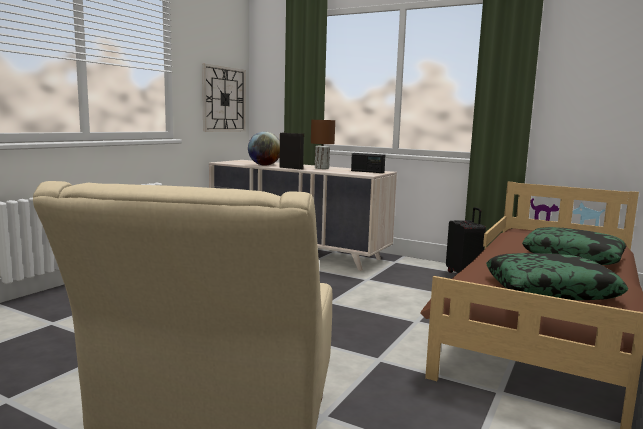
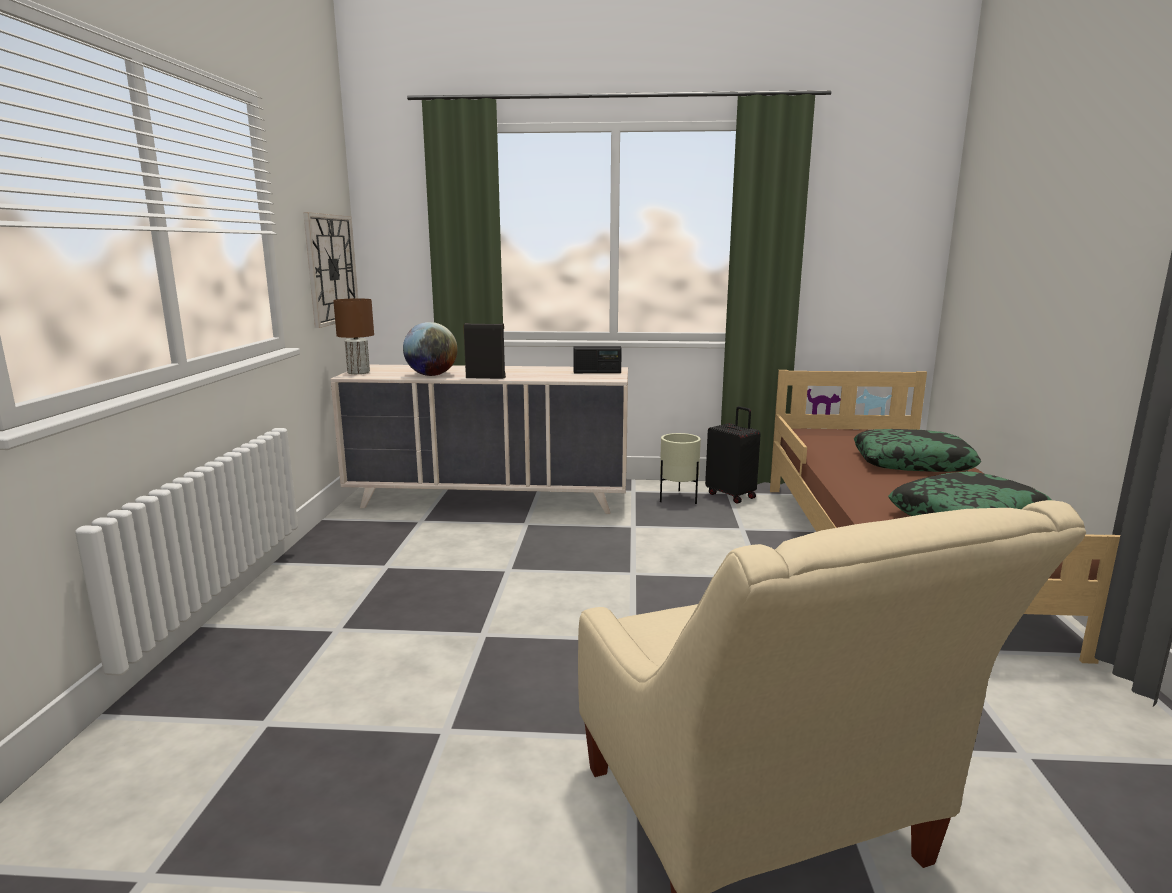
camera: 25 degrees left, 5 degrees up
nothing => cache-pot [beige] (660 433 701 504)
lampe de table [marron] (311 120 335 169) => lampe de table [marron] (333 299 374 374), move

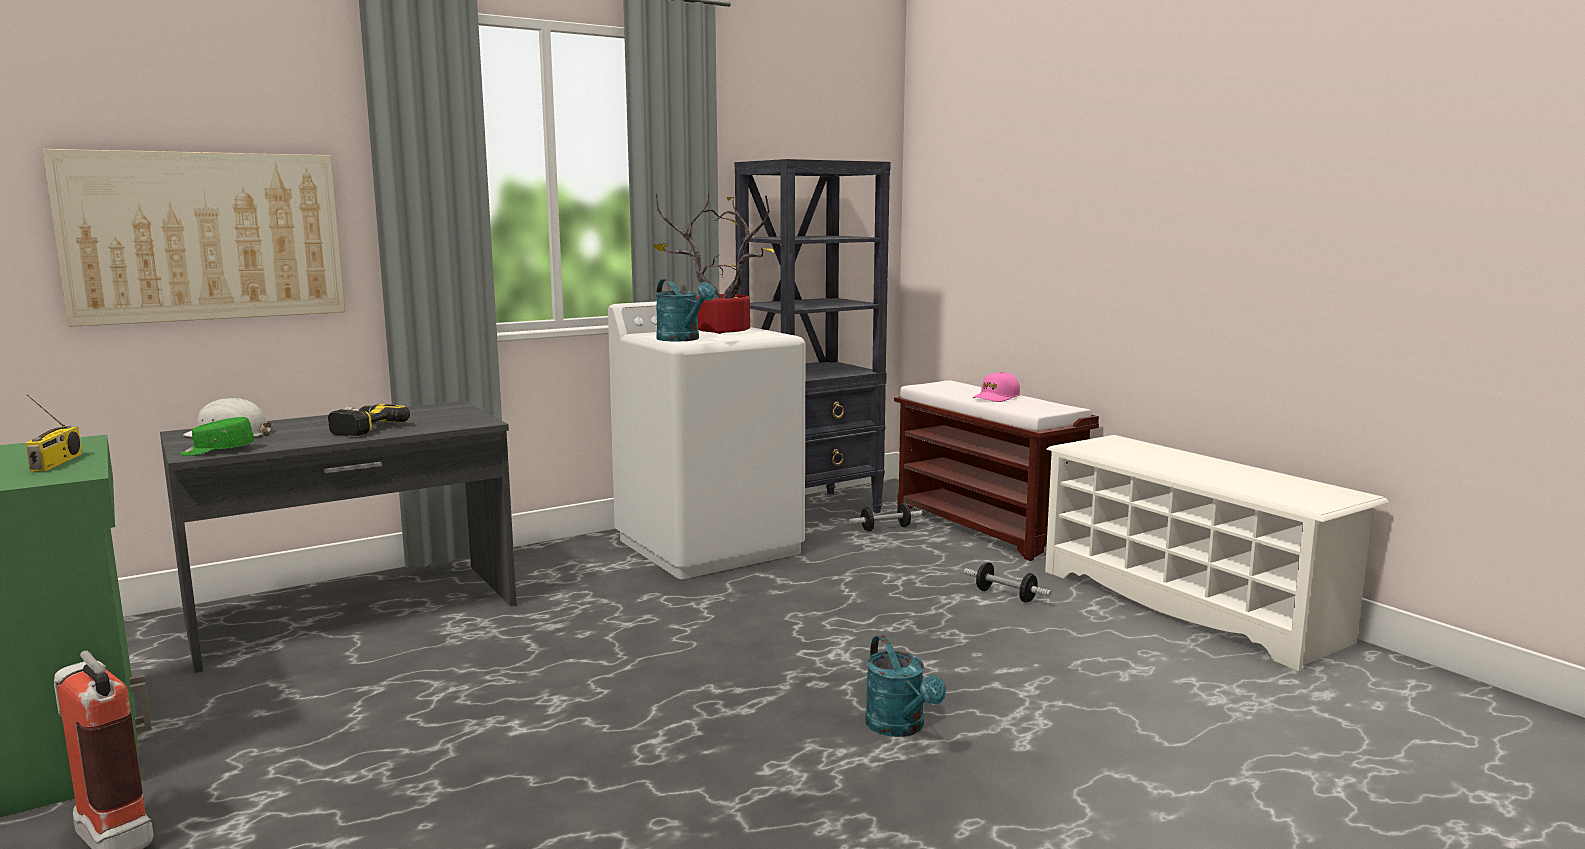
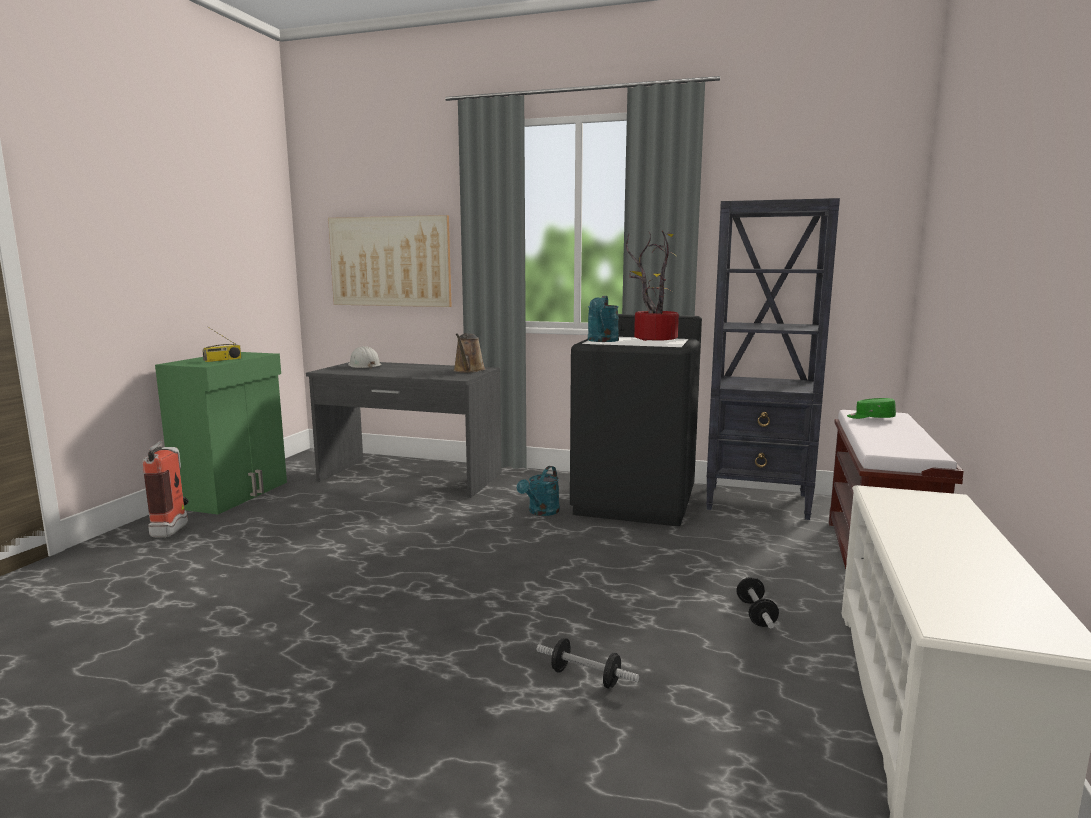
camera: 50 degrees right, 0 degrees up
perceuse (328 404 410 436) => nothing
casquette [rose] (973 372 1020 402) => nothing
nothing => arrosoir [marron] (453 333 486 373)
casquette [vert] (180 417 254 456) => casquette [vert] (847 398 896 419), move
haltère (849 503 922 532) => haltère (537 638 639 688), move
arrosoir [turquoise] (865 635 946 737) => arrosoir [turquoise] (517 466 560 516), move
lave-linge [blanc] (608 301 805 579) => lave-linge [noir] (570 314 702 526)

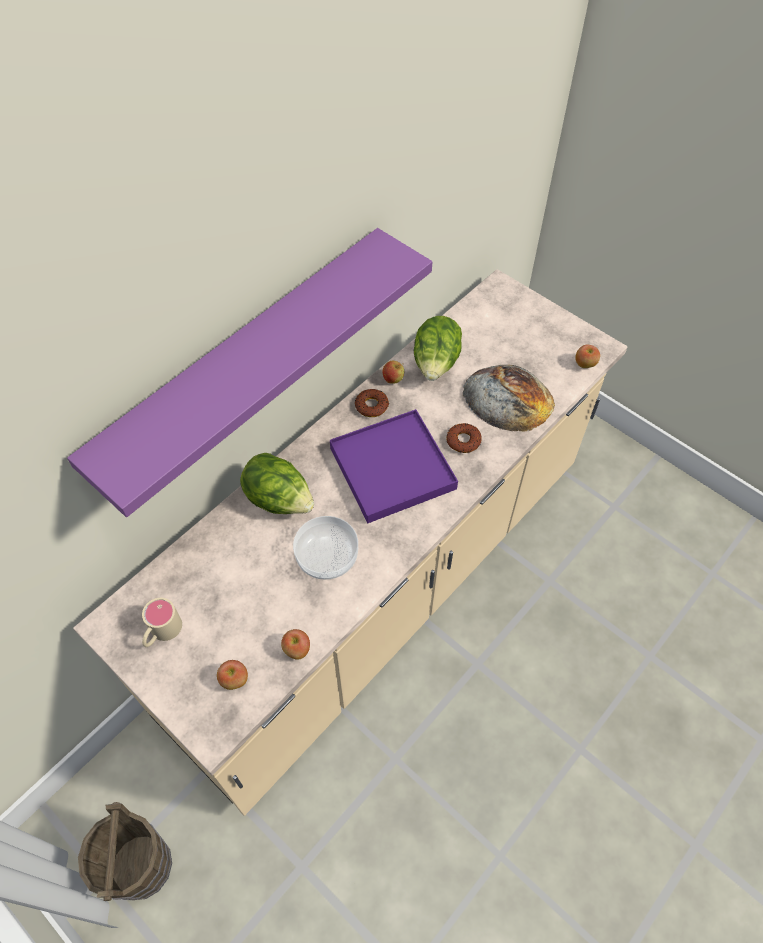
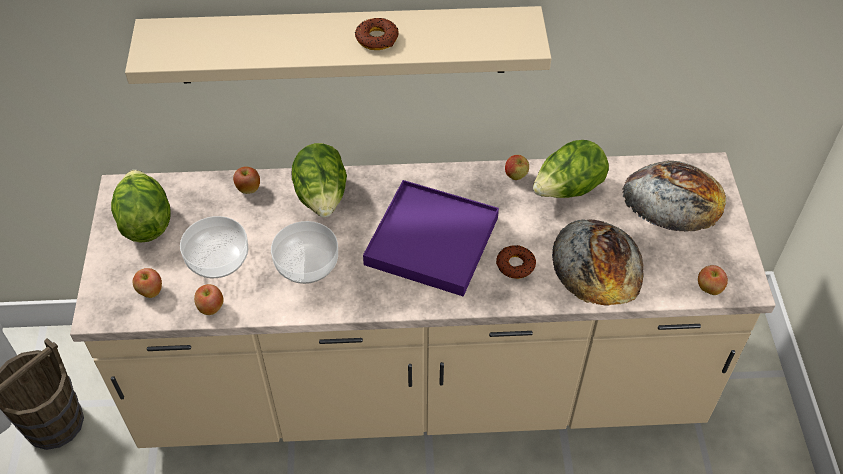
camera: 45 degrees right, 5 degrees down
nothing => bol (180 216 248 278)
nothing => pomme (233 166 260 194)
nothing => pain (622 161 726 232)
beignet (355 389 389 417) => beignet (355 18 399 50), move
mug [beige] (142 598 182 647) => laitue (111 170 171 242)
étagère [violet] (67 228 432 517) => étagère [beige] (125 6 551 84)

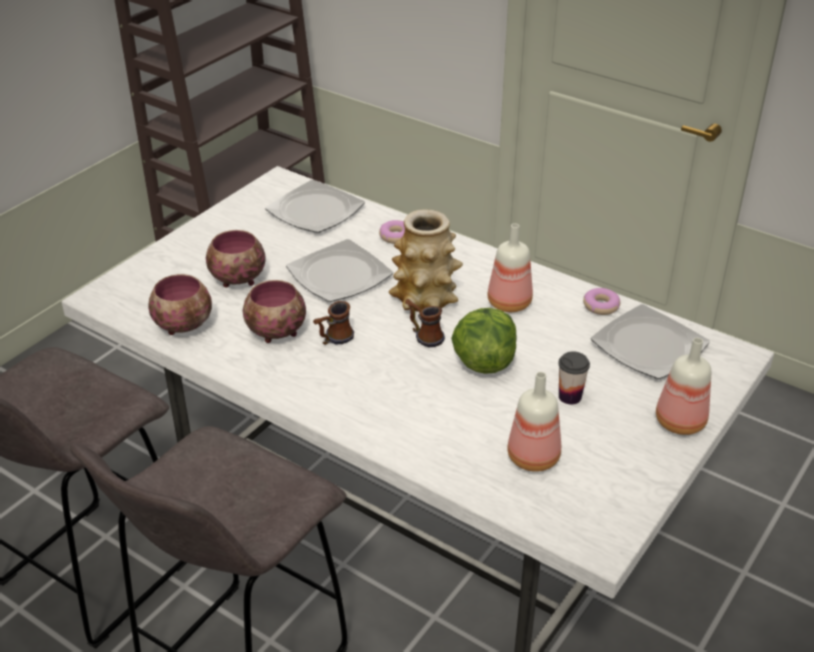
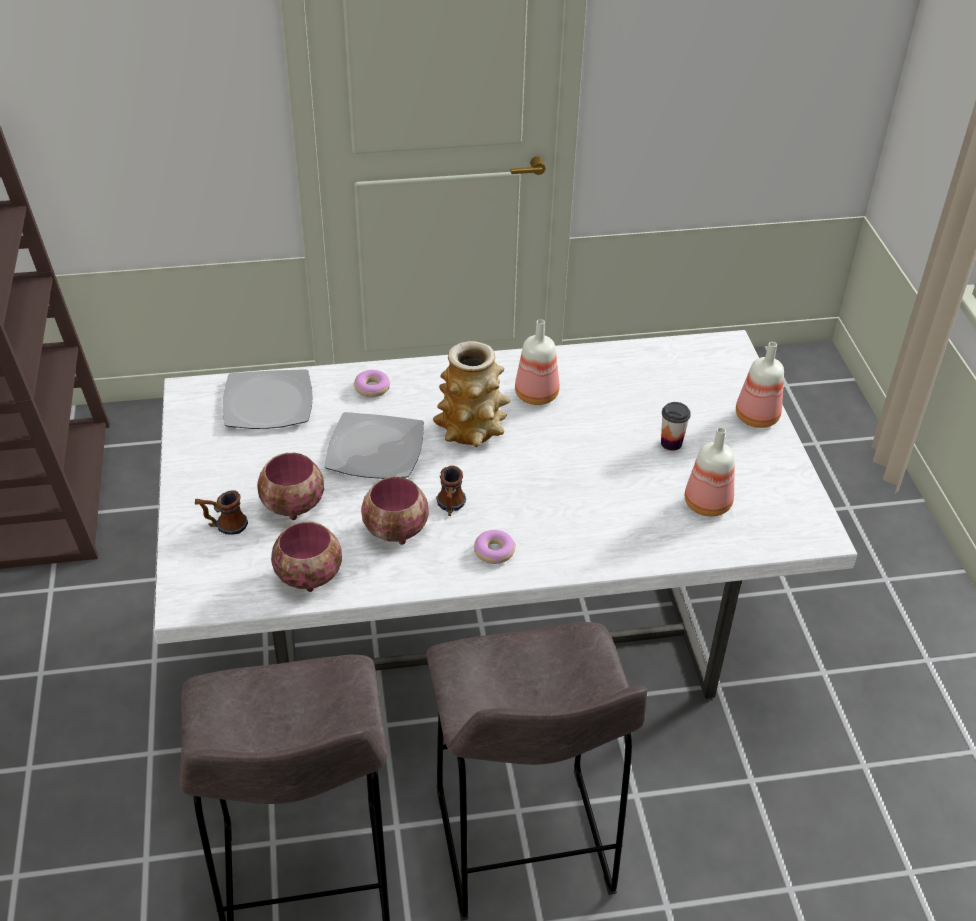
camera: 45 degrees left, 5 degrees up
laitue (451 308 517 374) => nothing
assiette (591 304 710 379) => nothing
mug (405 299 445 347) => mug (195 490 248 535), move
beignet (583 288 620 315) => beignet (474 530 515 564), move

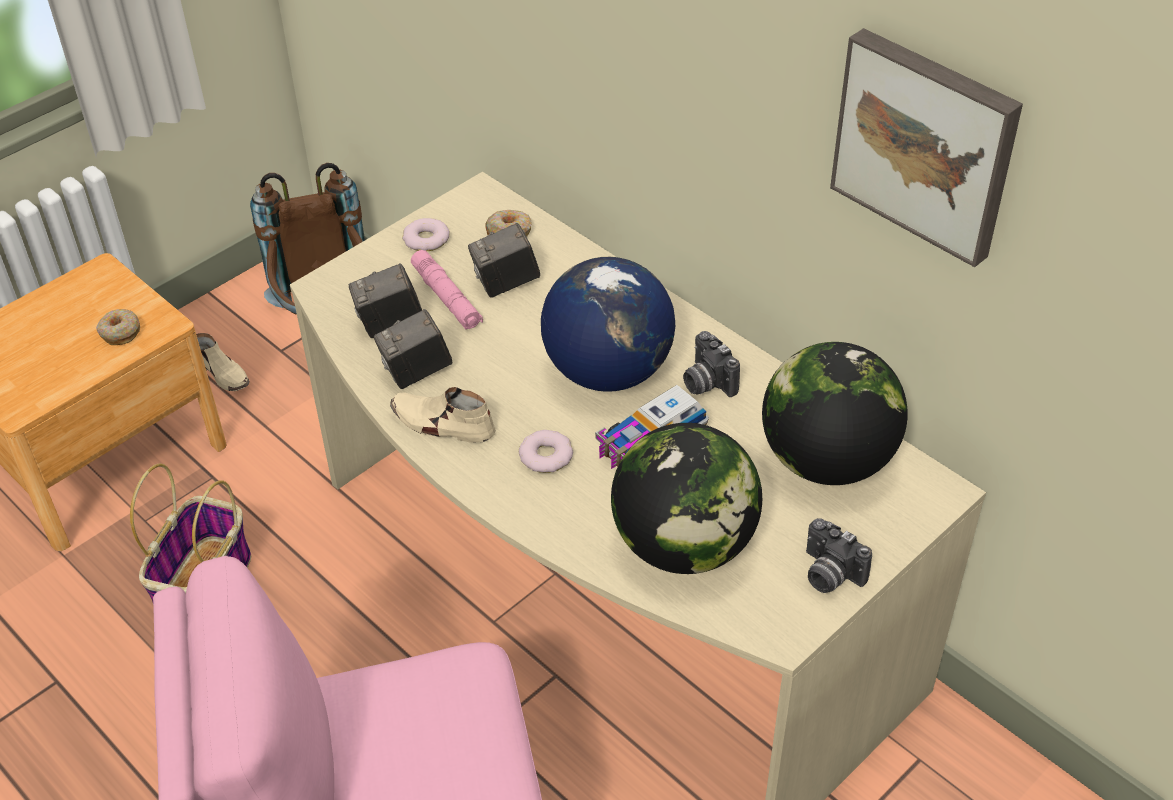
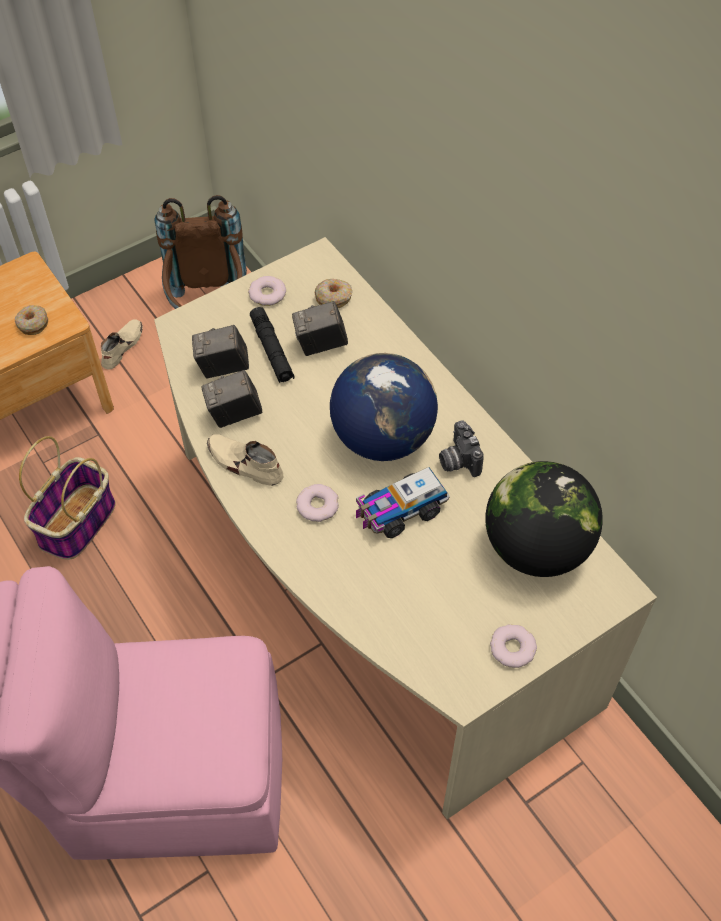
camera: 10 degrees right, 10 degrees up
globe (611 423 762 574) => nothing
tableau (830 28 1023 267) => nothing
appareil photo (806 518 872 593) => beignet (490 624 537 668)
lampe de poche [rose] (411 250 483 330) => lampe de poche [noir] (250 307 295 383)
chaussure [beige] (196 333 250 391) => chaussure [beige] (101 319 143 370), 120 degrees counterclockwise

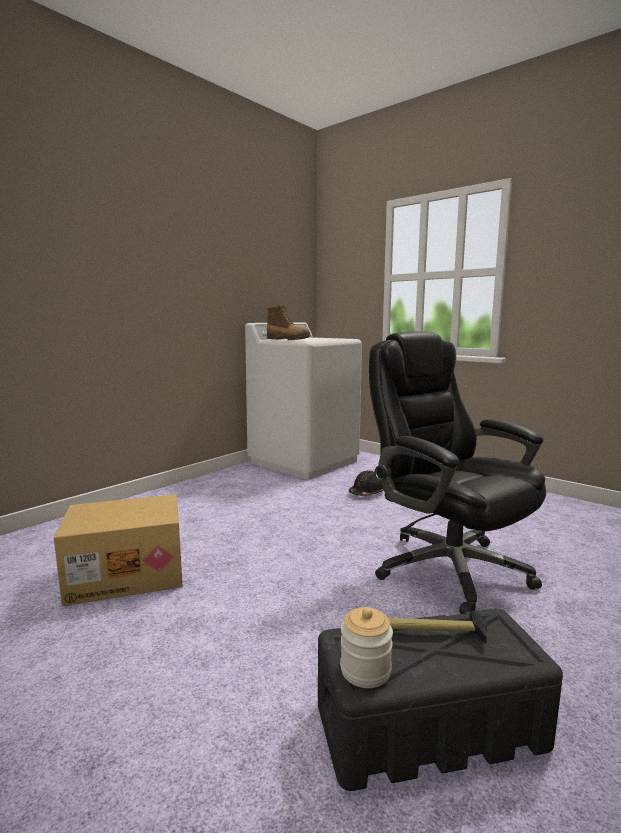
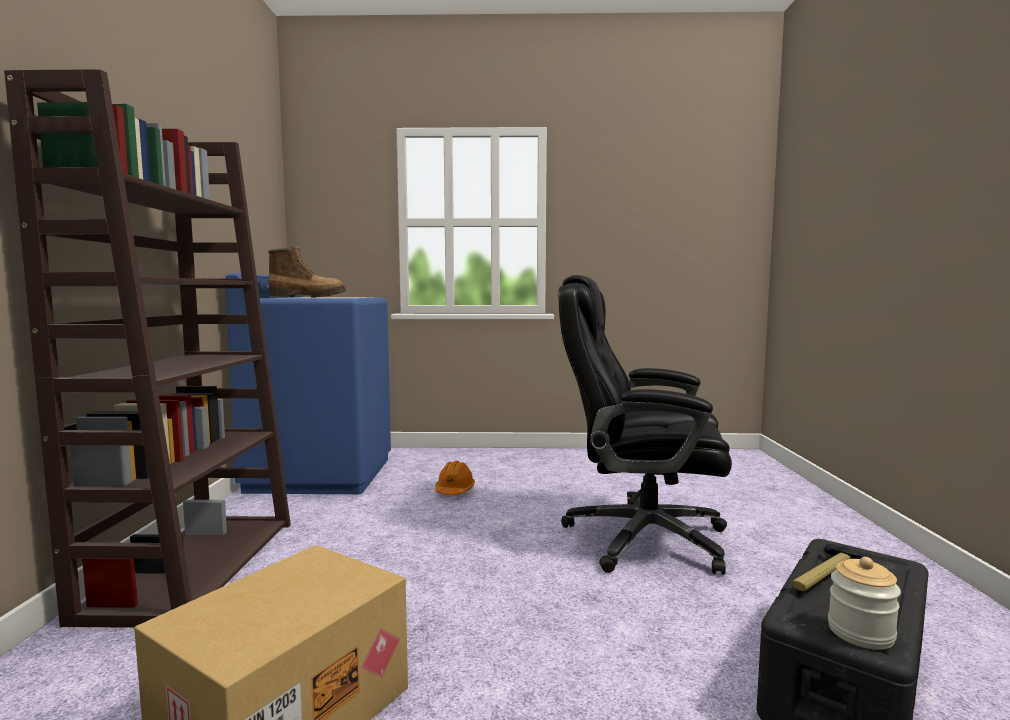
camera: 40 degrees left, 5 degrees down
nothing => bibliothèque [marron] (4 69 291 628)
lave-linge [blanc] (245 322 362 480) => lave-linge [bleu] (225 273 391 494)
casque de chantier [noir] (349 471 383 496) => casque de chantier [orange] (436 461 475 495)

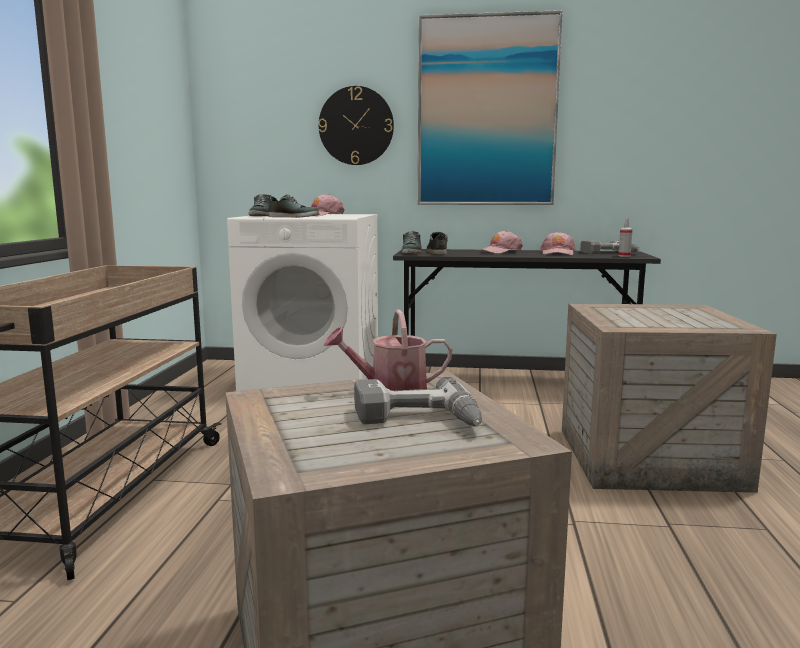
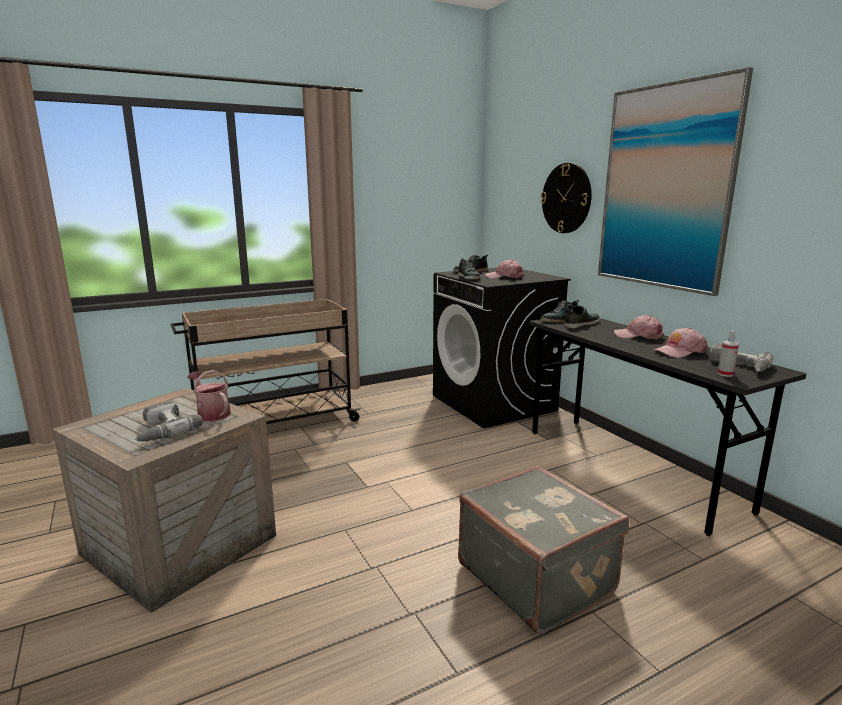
camera: 55 degrees right, 5 degrees up
caisse (562 304 777 493) => valise [gris] (458 466 629 635)
lave-linge [blanc] (227 214 378 391) => lave-linge [noir] (433 268 571 429)

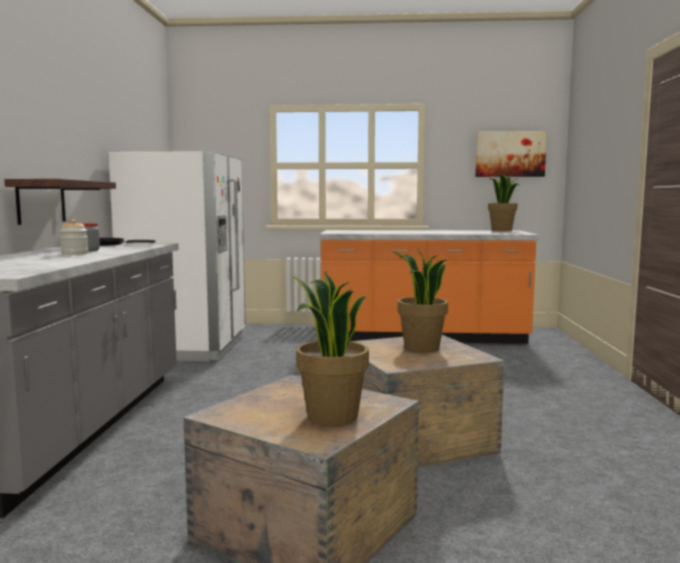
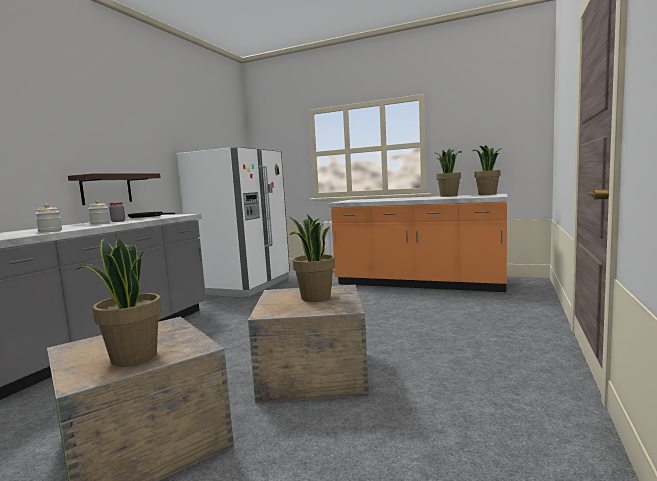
camera: 20 degrees right, 0 degrees up
tableau (475 131 547 177) => nothing
nothing => bocal (36 204 62 232)
nothing => plante en pot (436 148 462 197)

